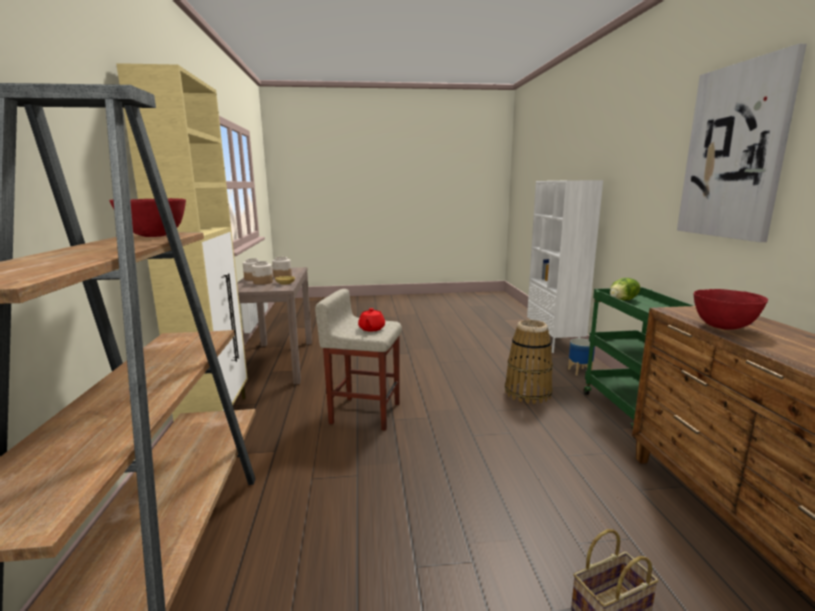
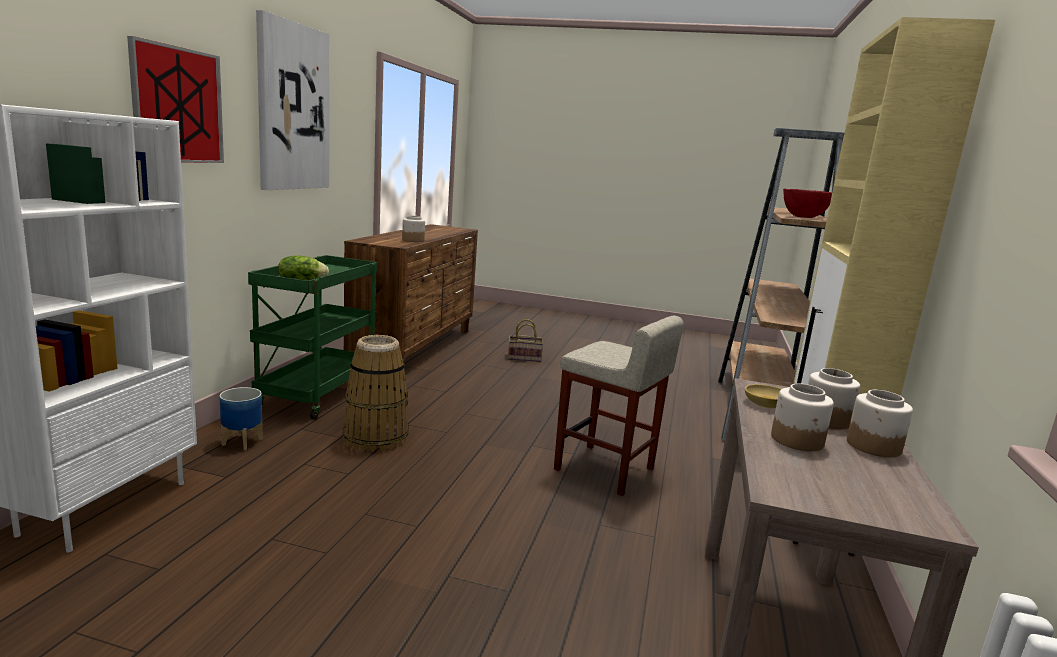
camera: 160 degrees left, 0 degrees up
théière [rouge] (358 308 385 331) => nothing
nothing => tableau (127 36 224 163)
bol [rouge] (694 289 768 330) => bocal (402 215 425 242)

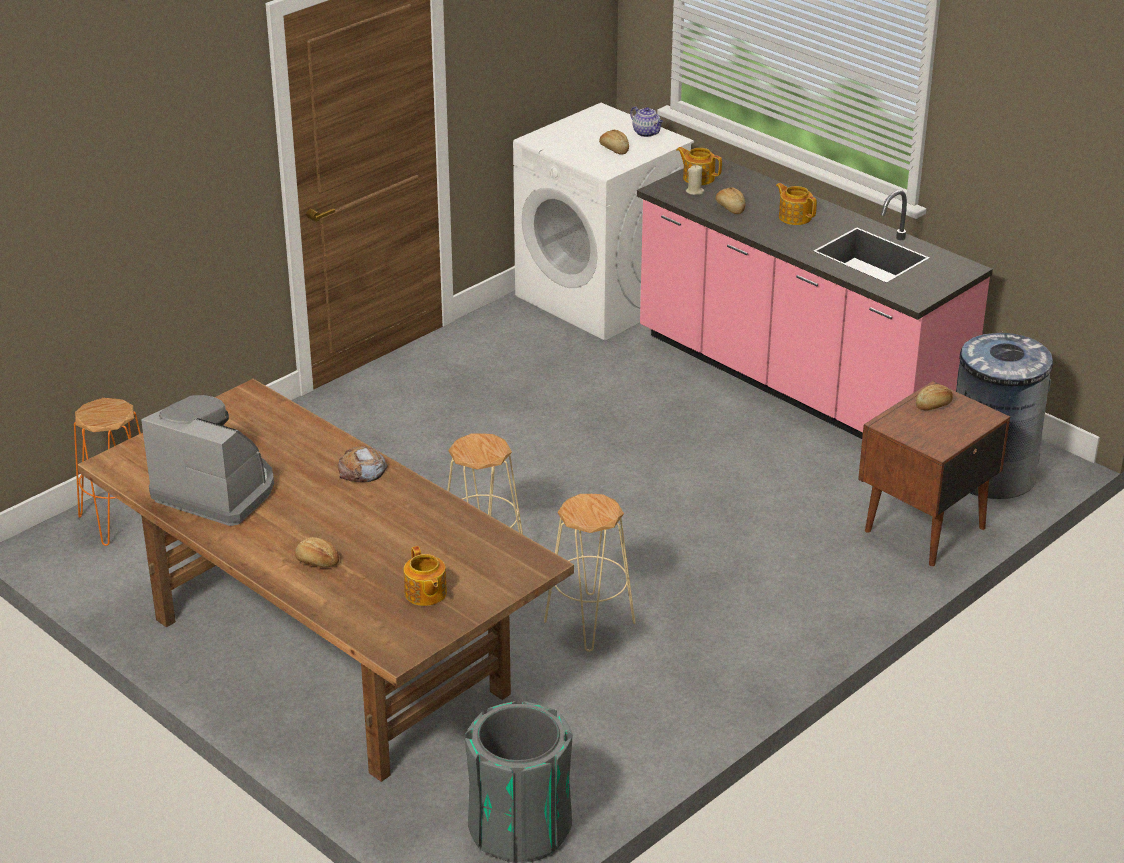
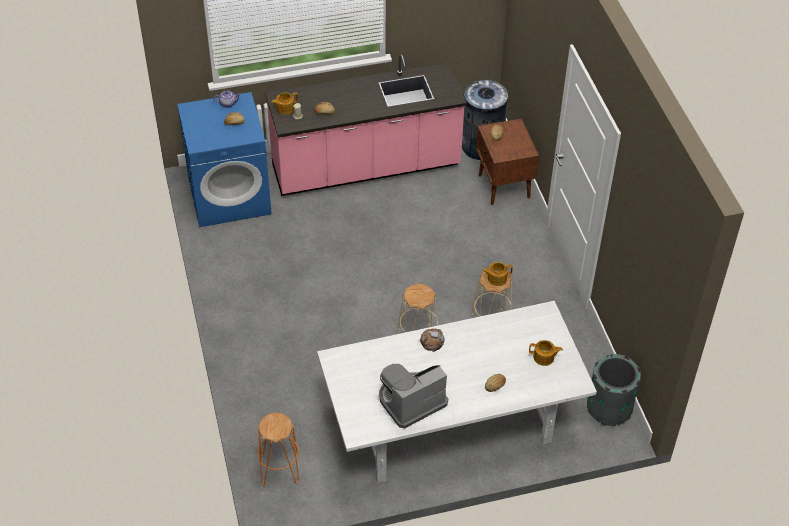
camera: 60 degrees left, 15 degrees up
théière (776 183 817 225) => théière (483 262 513 286), move
table à manger [marron] (78 379 574 782) => table à manger [blanc] (317 301 597 483)
lave-linge [blanc] (513 103 694 341) => lave-linge [bleu] (177 92 272 227)

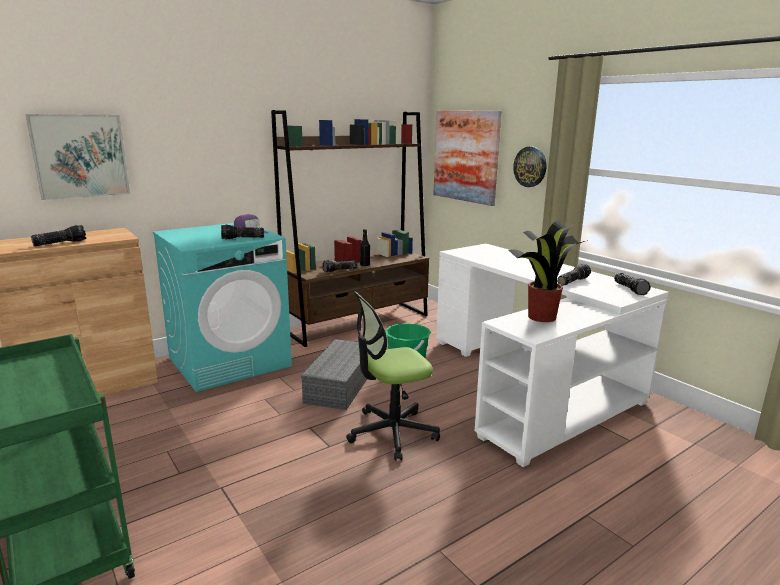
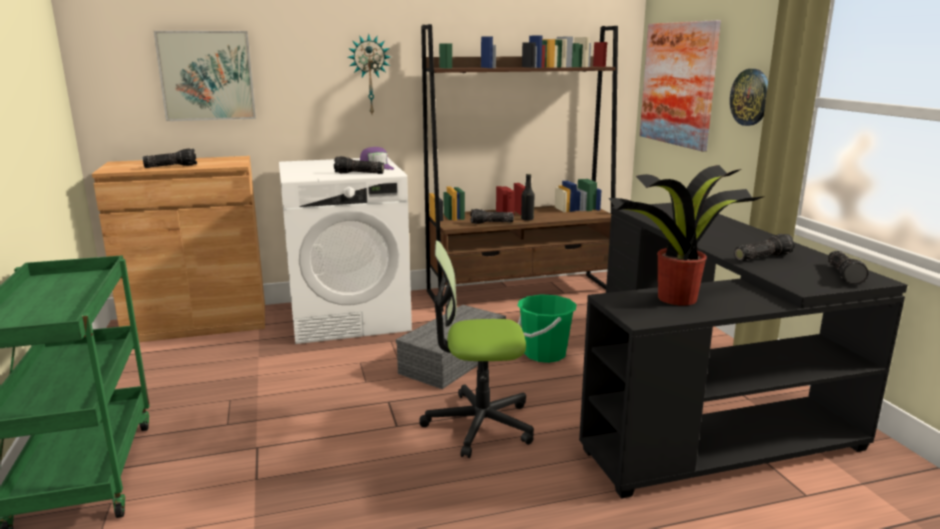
camera: 20 degrees right, 0 degrees up
nothing => horloge murale (348 34 390 114)
lave-linge [turquoise] (153 223 292 392) => lave-linge [blanc] (279 157 412 344)
bureau [blanc] (436 244 669 467) => bureau [noir] (579 203 907 498)

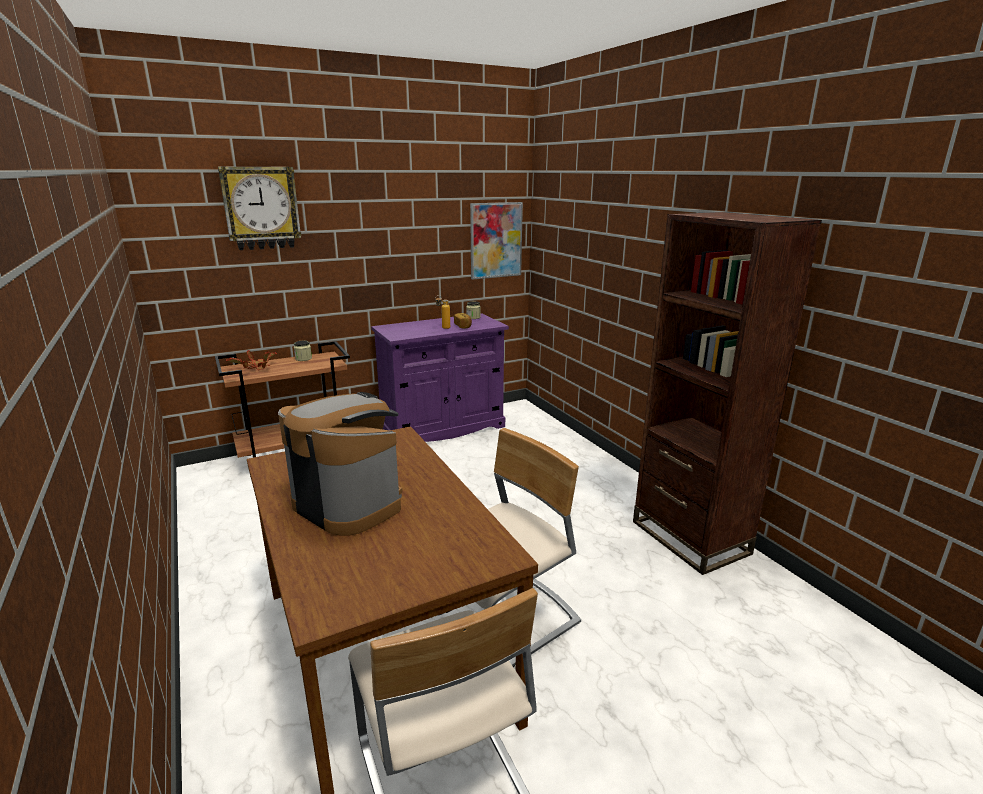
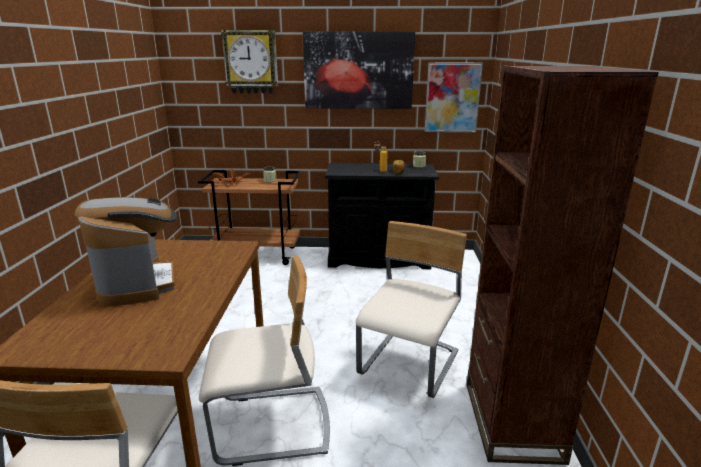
camera: 30 degrees right, 0 degrees up
nothing => tableau (303 31 415 109)
nothing => chaise [beige] (356 221 467 398)
meuble de rangement [violet] (371 313 509 442) => meuble de rangement [noir] (325 163 439 269)

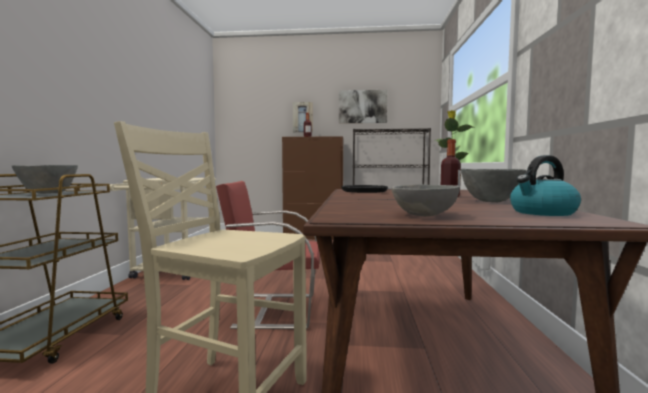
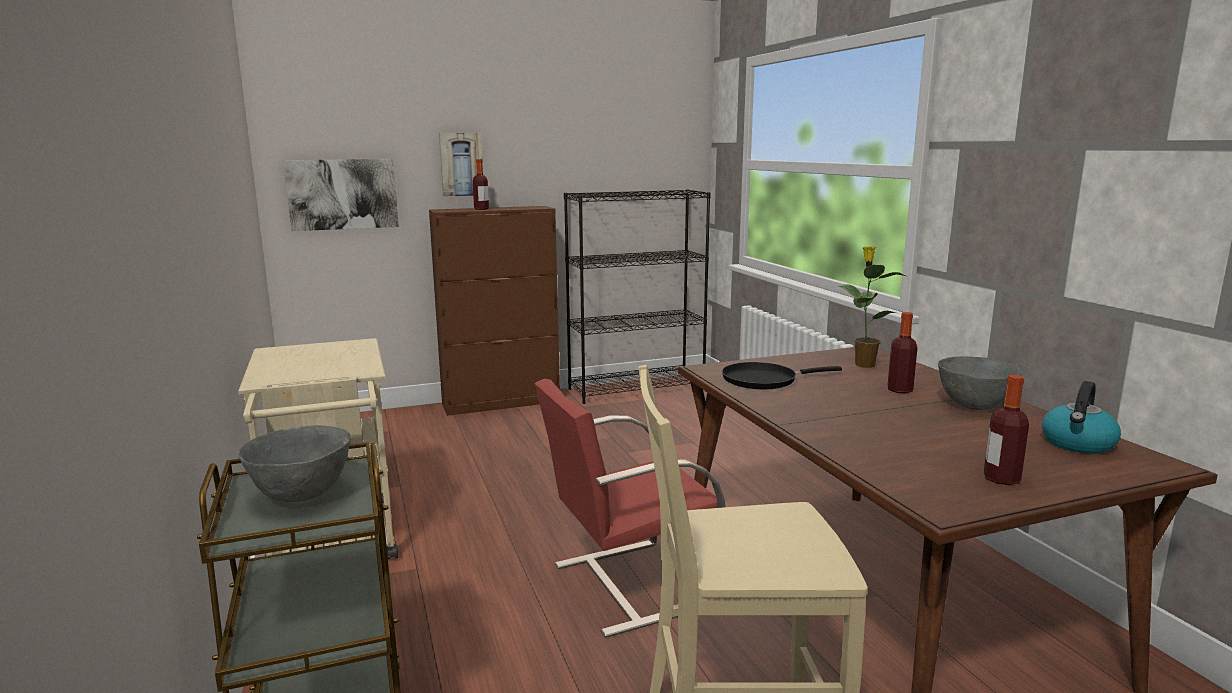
camera: 25 degrees left, 10 degrees up
tableau (339 90 388 123) => tableau (283 159 399 231), move
bol [gris] (392 184 460 216) => bouteille (984 374 1029 485)

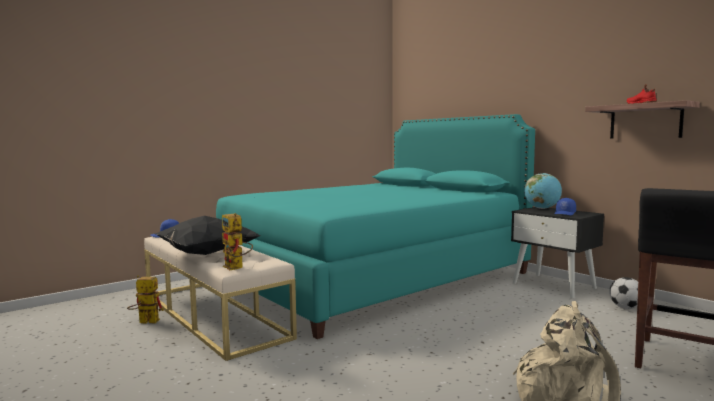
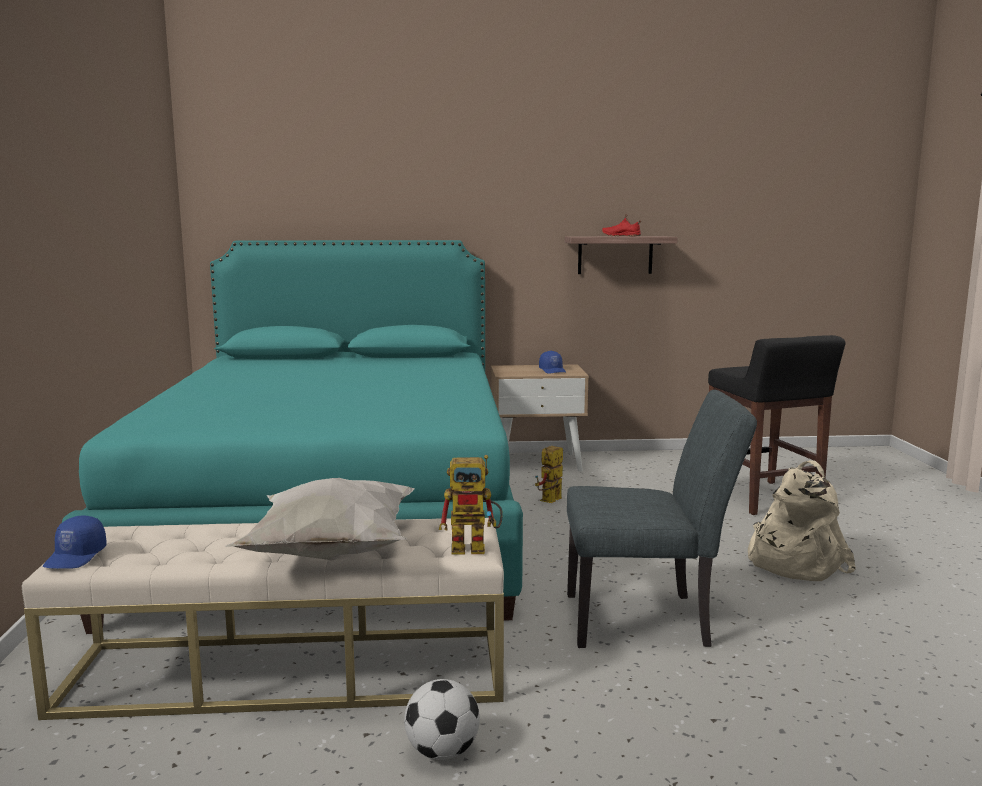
camera: 55 degrees left, 5 degrees up
globe (524 173 562 209) => nothing
nothing => chaise [gris] (567 390 757 648)
robot jouet (127 275 164 324) => robot jouet (535 446 563 503), move
ballon de foot (609 277 638 309) => ballon de foot (404 679 480 760), move
coussin [noir] (155 216 261 255) => coussin [blanc] (226 478 415 560)
table de chevet [noir] (511 207 604 298) => table de chevet [beige] (491 364 589 472)

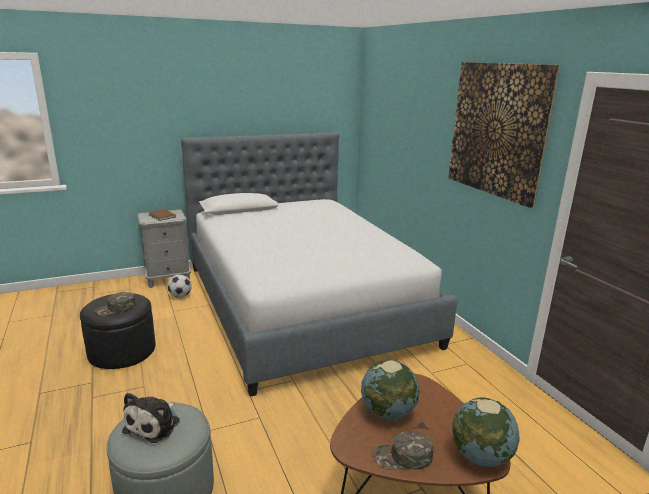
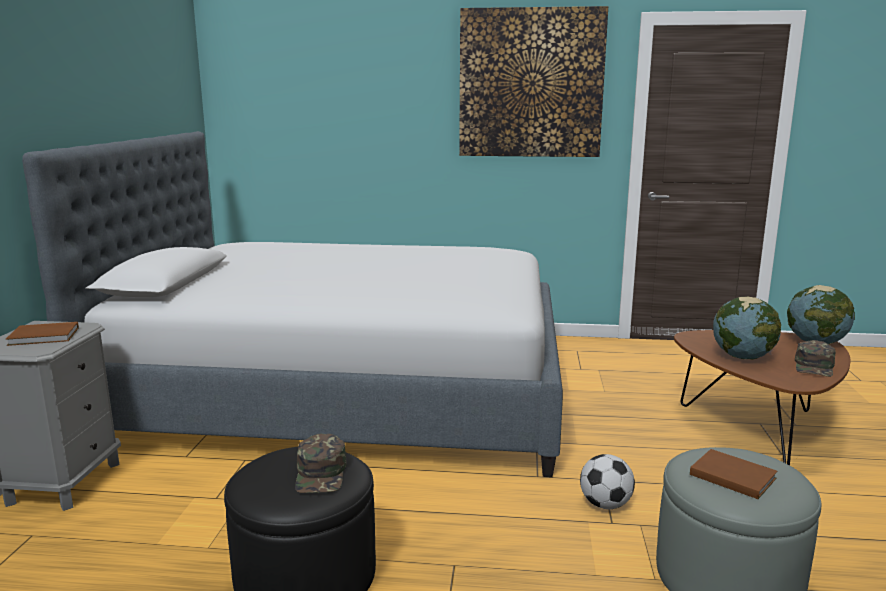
camera: 60 degrees left, 5 degrees down
ballon de foot (168 274 192 298) => ballon de foot (580 454 635 509), move
peluche (122 393 180 443) => livre [marron] (690 449 777 499)

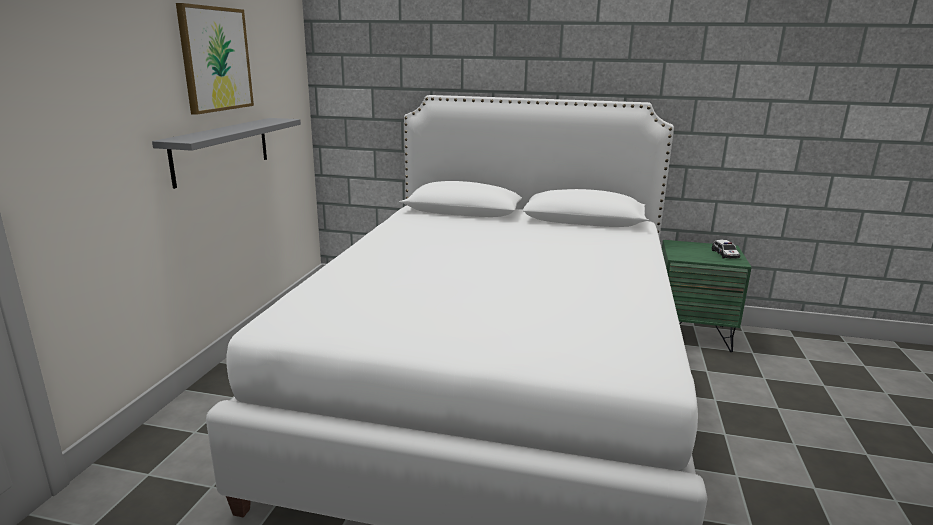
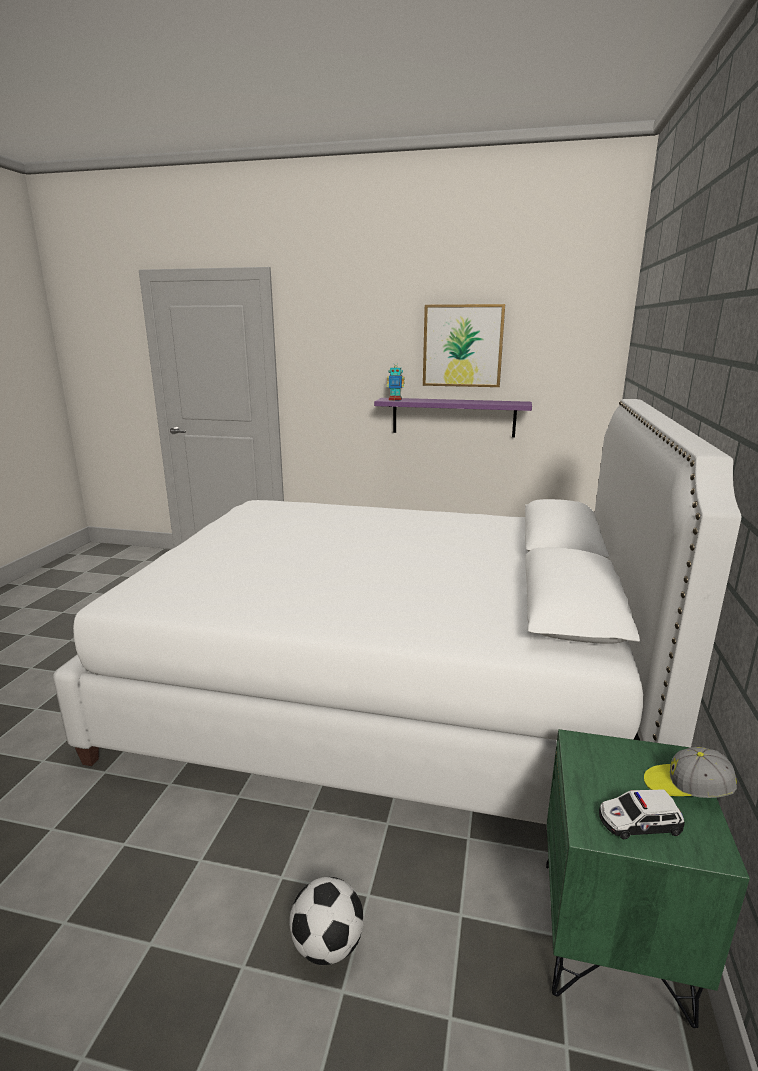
camera: 90 degrees right, 0 degrees up
nothing => ballon de foot (289 877 364 965)
nothing => robot jouet (387 362 405 401)
nothing => casquette (644 747 737 798)
étagère [gris] (152 118 301 189) => étagère [violet] (374 398 532 438)

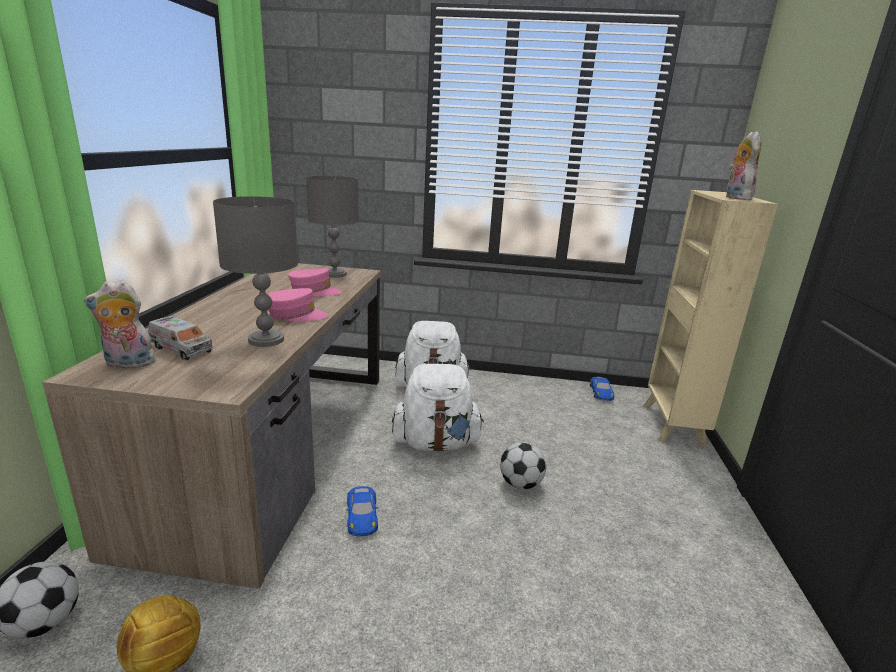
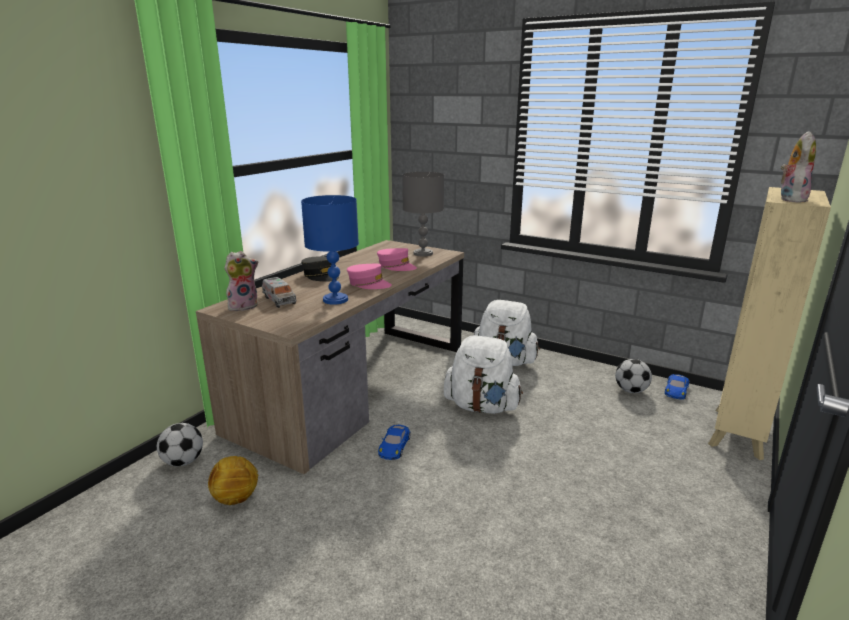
camera: 25 degrees right, 0 degrees up
nothing => casquette [gris] (301 257 339 282)
ballon de foot (500 442 547 489) => ballon de foot (615 359 652 393), move
lampe de table [gris] (213 196 298 347) => lampe de table [bleu] (301 195 359 305)
peluche (84 280 161 368) => peluche (224 251 258 311), 135 degrees clockwise

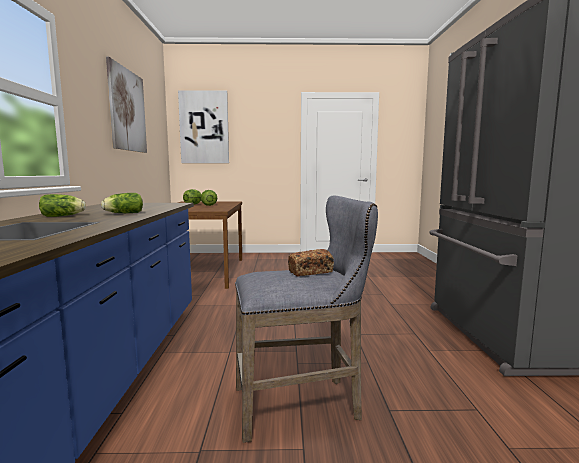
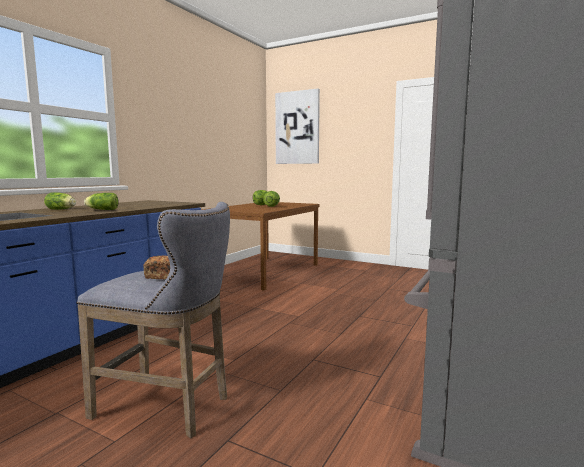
camera: 30 degrees right, 0 degrees up
tableau (106 57 147 153) => nothing

